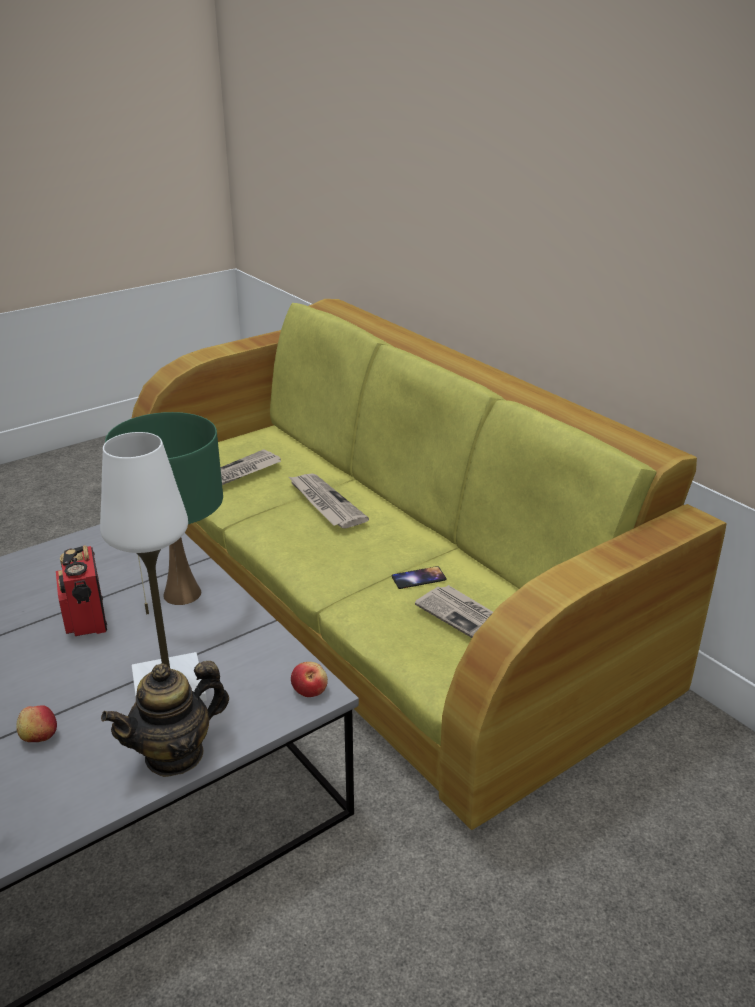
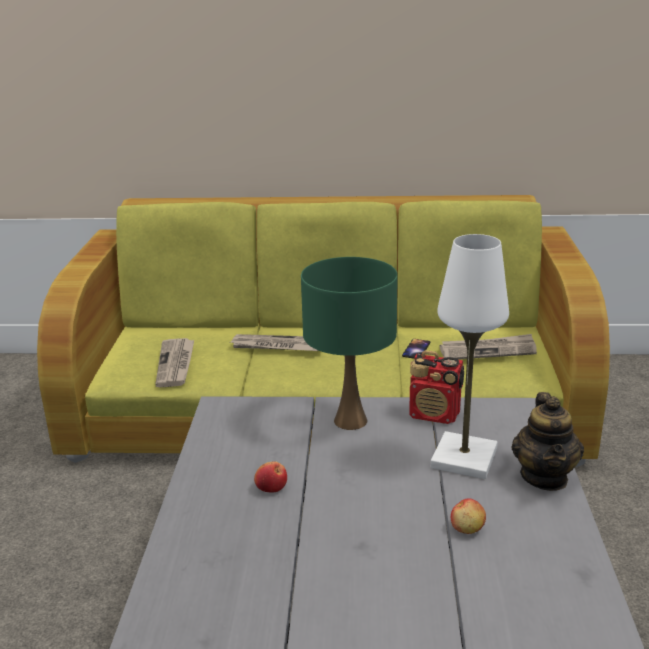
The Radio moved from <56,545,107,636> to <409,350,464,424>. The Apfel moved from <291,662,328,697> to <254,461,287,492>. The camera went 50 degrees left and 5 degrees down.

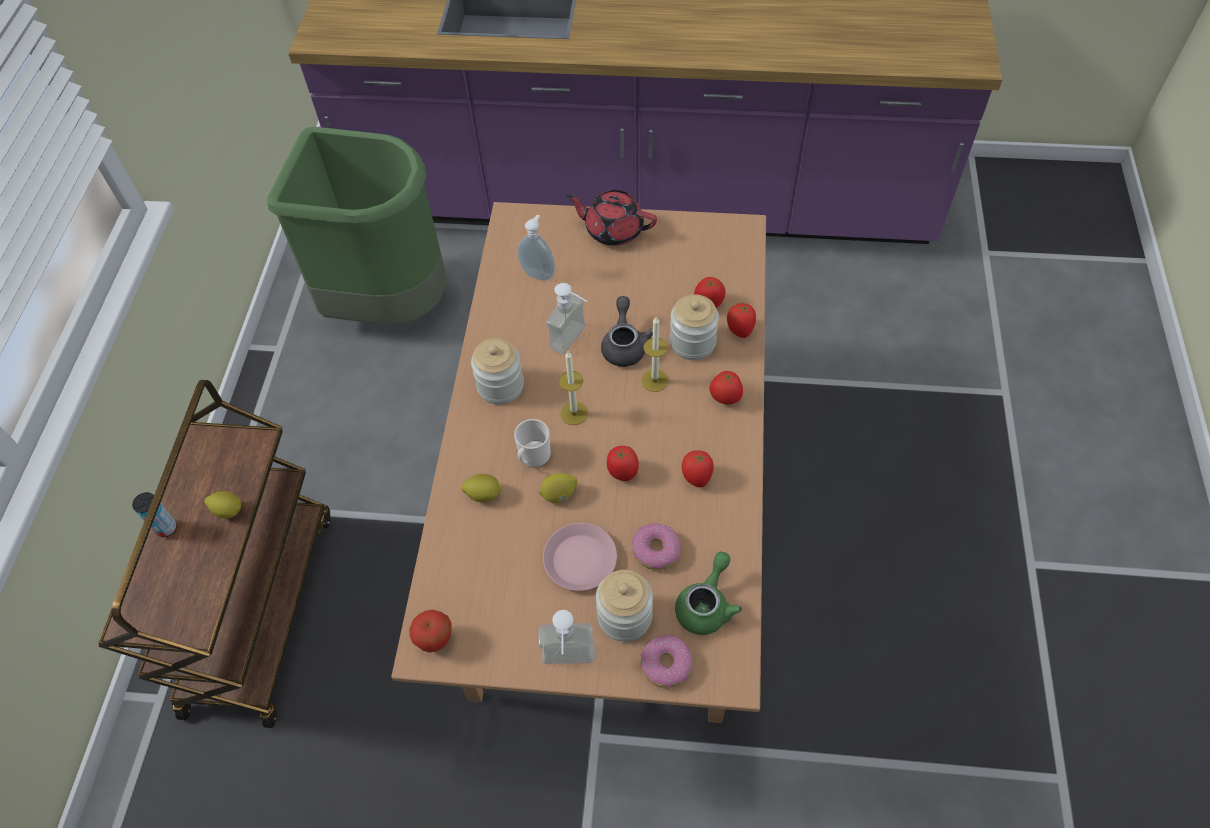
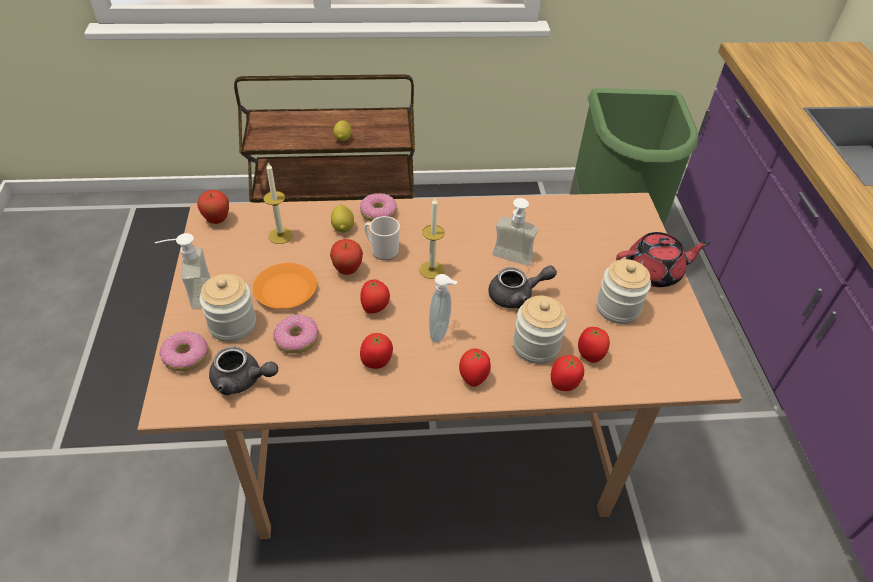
The Dose at <132,492,177,537> disappeared. The Vorratsglas moved from <471,338,524,405> to <596,259,651,324>. The Seifenspender moved from <518,215,555,281> to <429,274,458,343>. The Zitrone at <539,473,578,503> was replaced by the Apfel at <330,239,363,275>. The Teller [rosa] at <543,523,617,591> became the Teller [orange] at <253,263,317,309>. The Teekanne [rot] at <566,190,657,246> turned 75 degrees clockwise. The Kerze moved from <641,317,669,392> to <263,163,293,244>. The Teekanne [grün] at <675,552,742,635> became the Teekanne [grau] at <209,346,278,395>. The Donut at <360,193,397,221> appeared. The camera went 75 degrees right and 10 degrees down.

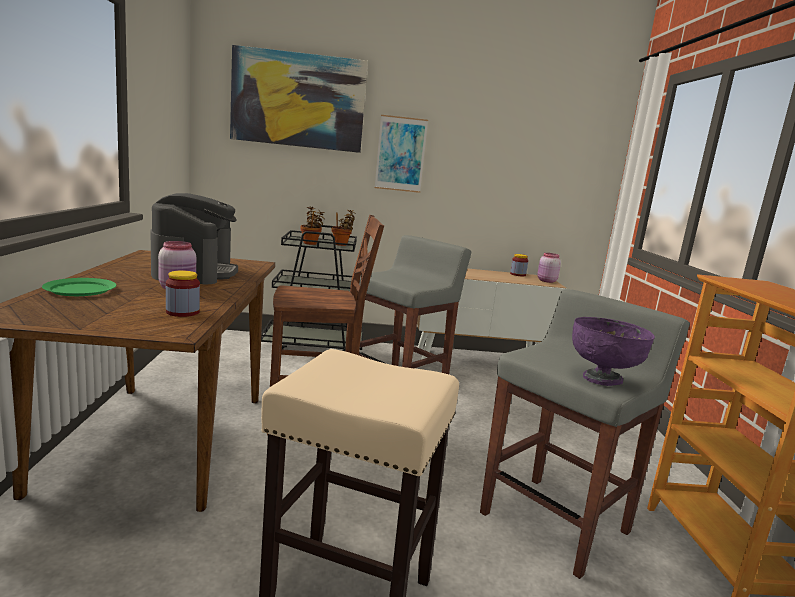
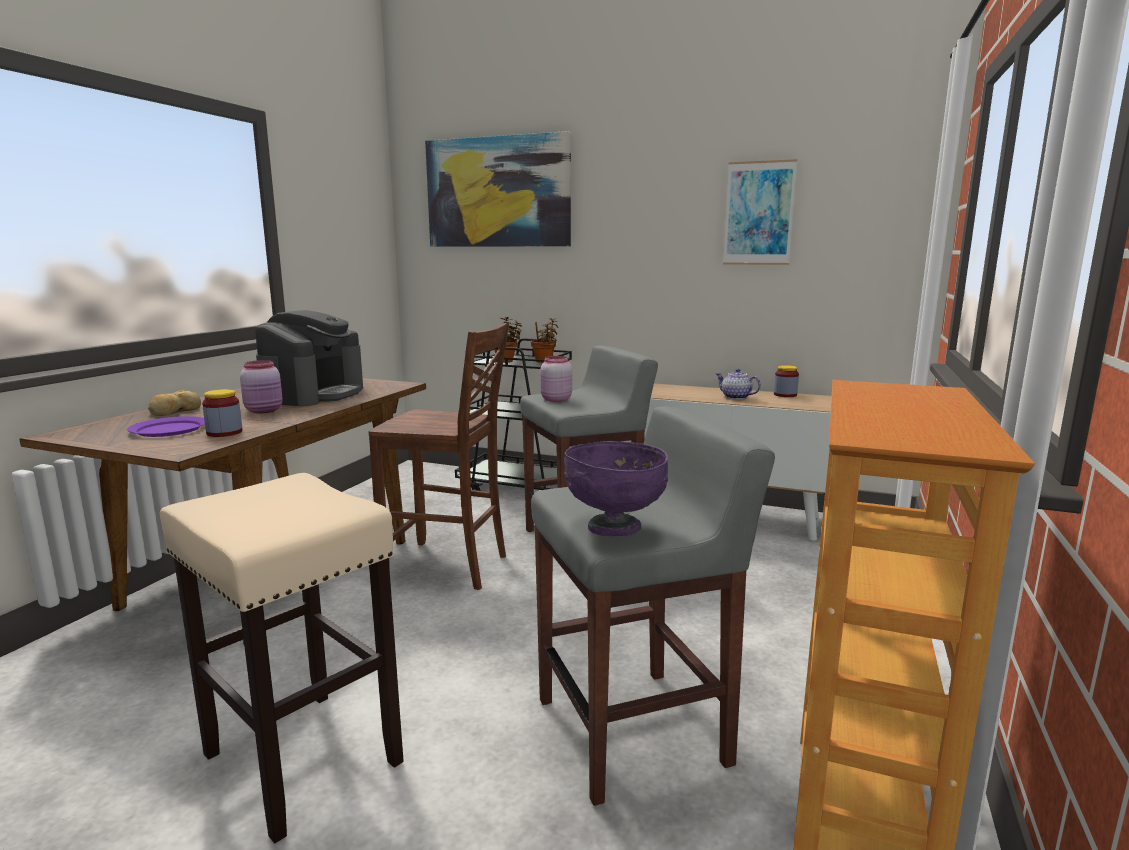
The Teller [grün] at <42,278,117,296> was replaced by the Brot at <148,390,201,416>. The Bild moved from <375,115,428,193> to <723,159,797,265>. The Vorratsglas [rosa] moved from <537,253,561,283> to <540,356,572,402>. The Teller [lila] at <127,416,205,437> appeared. The Teekanne at <716,369,761,399> appeared. The camera went 25 degrees right and 0 degrees up.

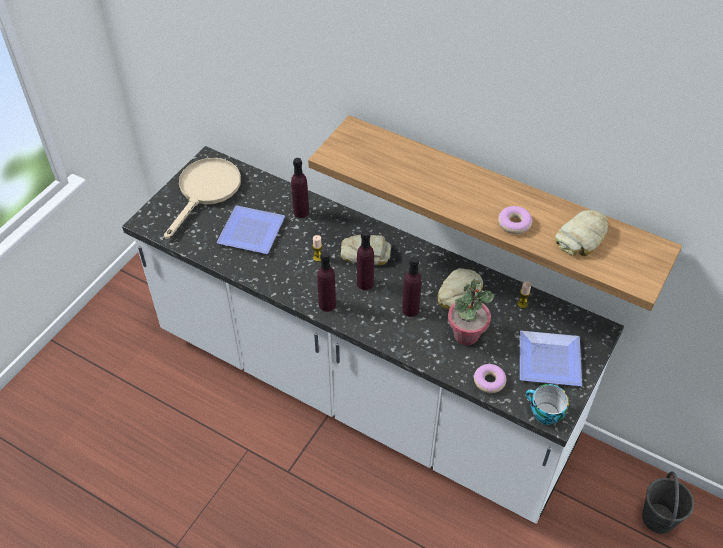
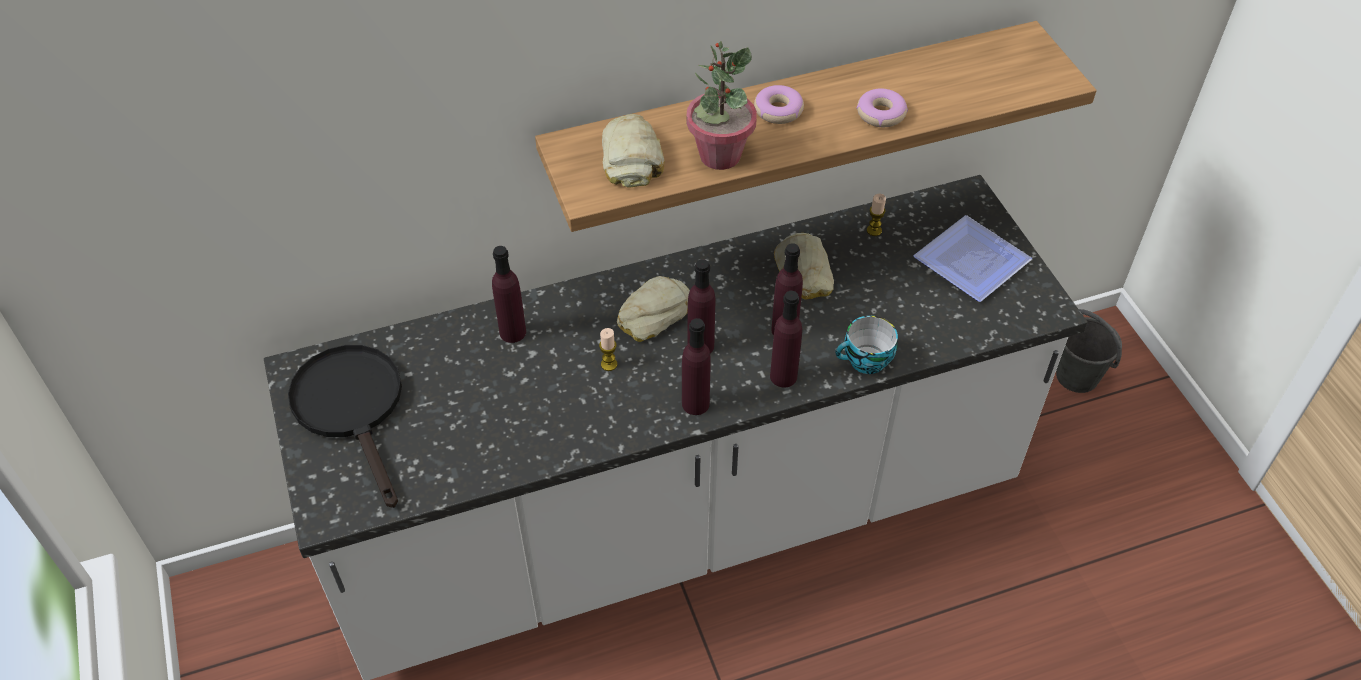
The Pfanne [beige] at <164,158,241,239> became the Pfanne [schwarz] at <288,345,402,508>. The Teller at <217,205,285,254> disappeared. The Topfpflanze moved from <448,279,495,345> to <686,41,757,170>. The Donut moved from <473,364,506,393> to <754,85,804,124>. The Tasse moved from <526,384,569,425> to <835,316,898,374>. The Brot moved from <555,210,608,256> to <602,114,664,188>. The Flasche [lila] at <770,291,802,388> appeared. The camera went 50 degrees left and 0 degrees up.

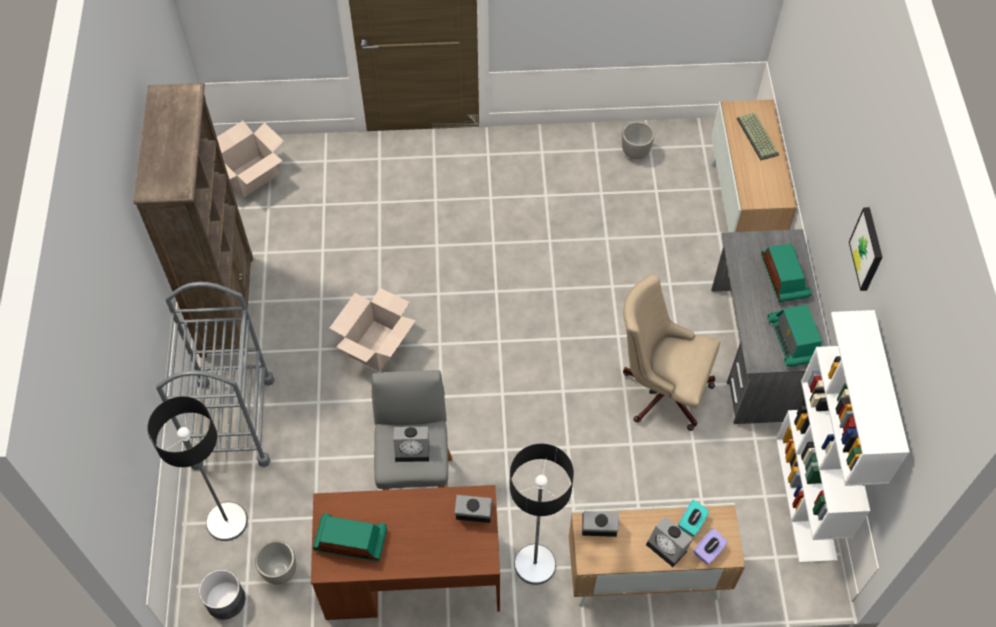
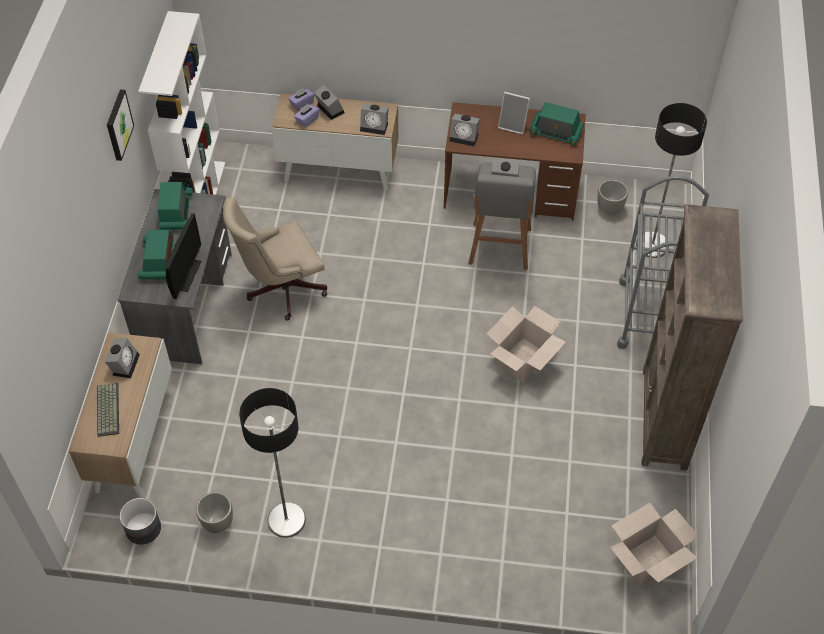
The Pflanzkübel [grau] moved from <199,569,245,619> to <120,498,161,545>. The Stehlampe moved from <510,444,574,585> to <239,388,306,538>. The Bürostuhl [beige] at <623,275,720,431> turned 120 degrees clockwise. The Taschentuchbox [türkis] at <678,500,709,536> became the Taschentuchbox [lila] at <294,104,320,127>. The Wecker at <105,338,140,378> appeared. The Monitor at <166,213,202,299> appeared. The Bilderrahmen at <498,92,530,135> appeared. The camera went 170 degrees left and 5 degrees down.

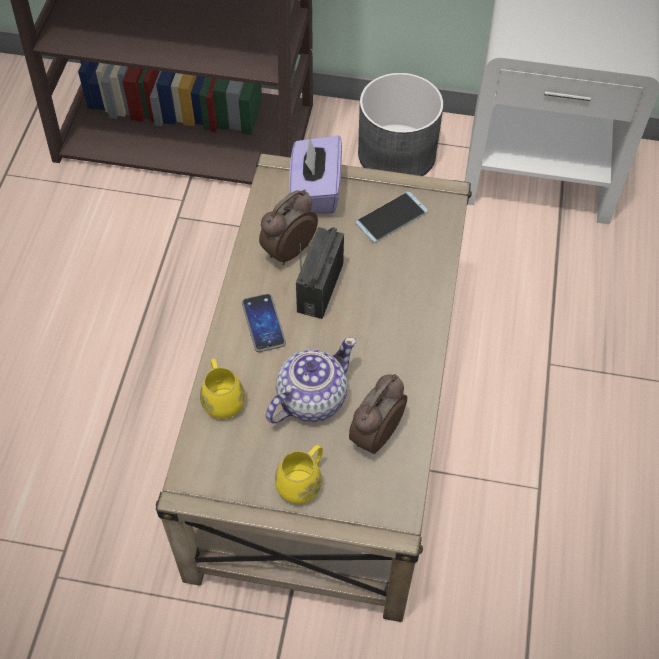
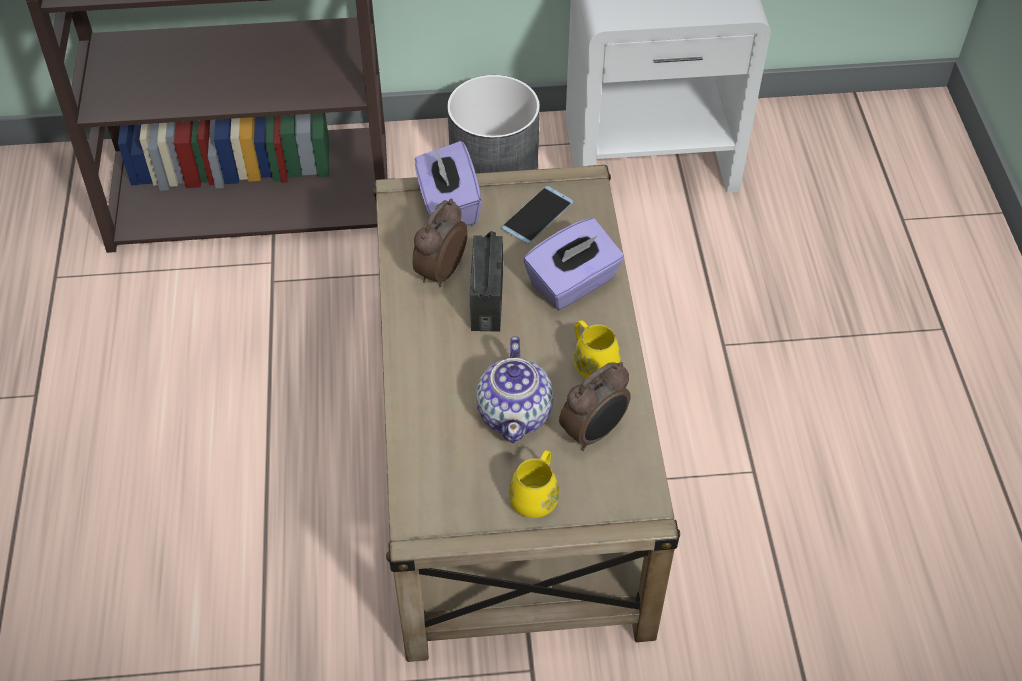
The Henkelbecher [gelb] moved from <200,359,245,419> to <573,320,621,378>. The Handy at <242,294,286,352> disappeared. The Teekanne at <266,337,356,423> turned 150 degrees clockwise. The Wecker at <349,374,407,454> turned 150 degrees counterclockwise. The Taschentuchbox [lila] at <523,218,624,310> appeared. The camera went 15 degrees left and 5 degrees down.

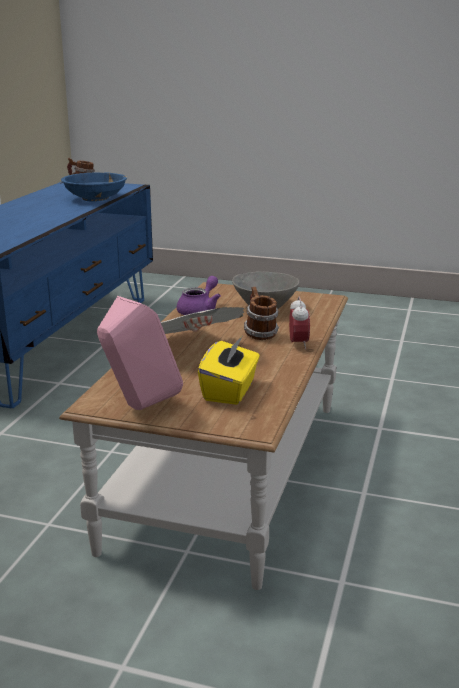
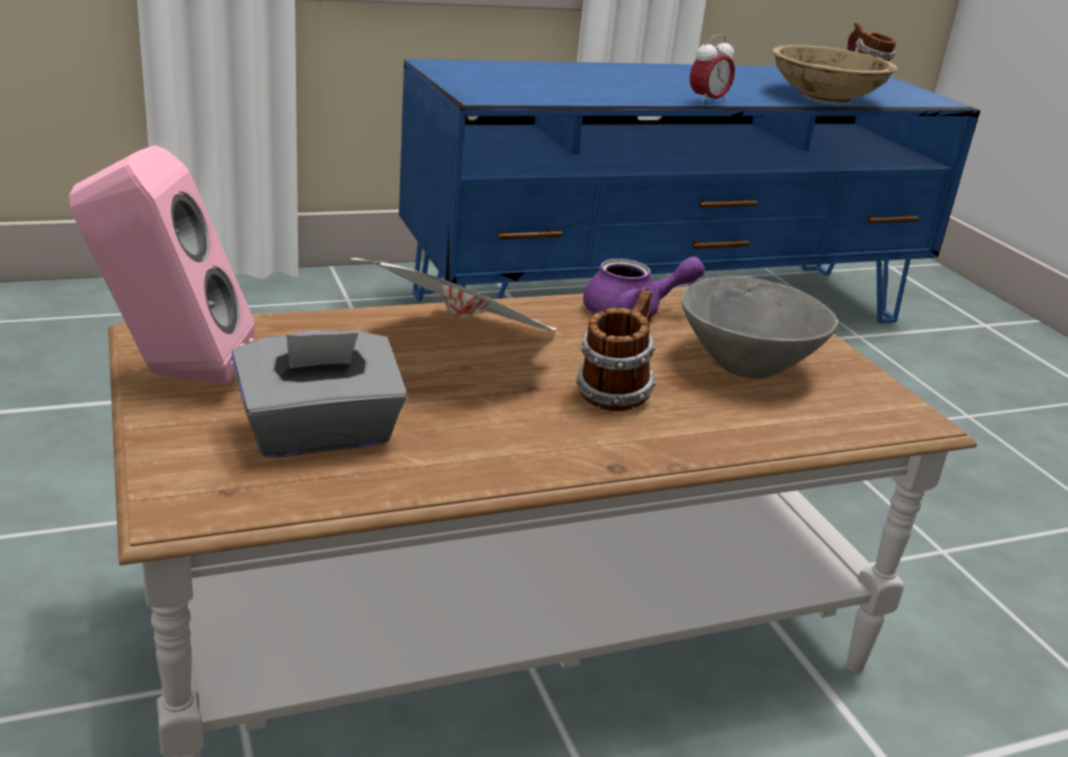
The Schüssel [blau] at <61,172,127,202> became the Schüssel [beige] at <772,45,897,103>. The Taschentuchbox [gelb] at <198,335,260,405> became the Taschentuchbox [grau] at <232,331,407,457>. The Wecker moved from <289,296,310,349> to <690,35,735,105>. The camera went 50 degrees right and 5 degrees up.

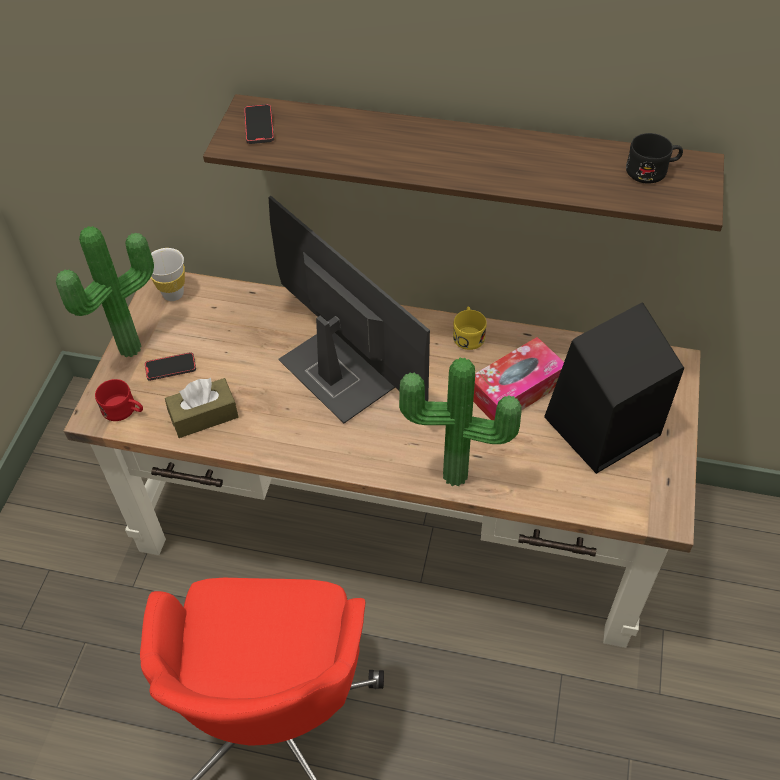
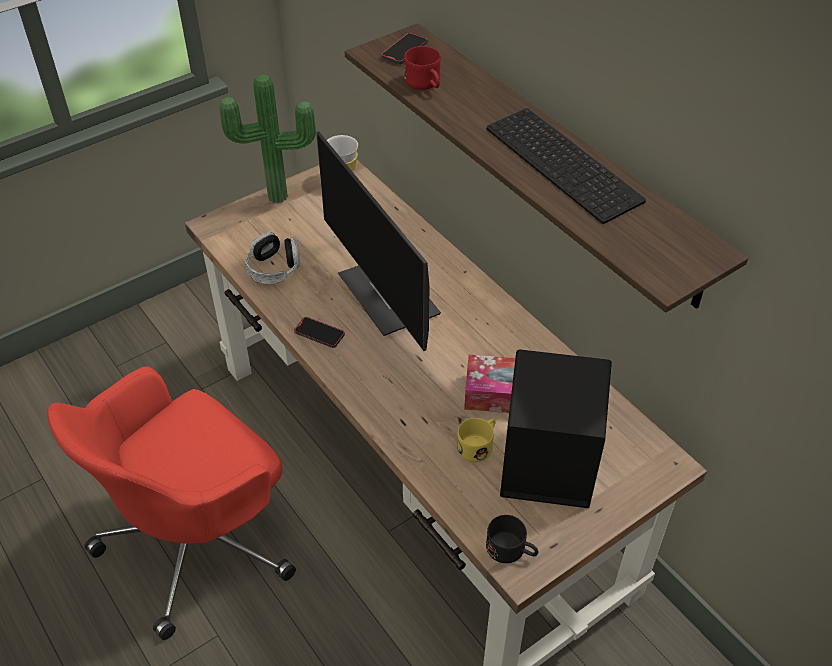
The Henkelbecher [rot] moved from <95,379,143,421> to <404,46,441,90>. The Handy moved from <145,352,196,381> to <294,317,345,348>. The Taschentuchbox [braun] at <165,378,238,438> was replaced by the Kopfhörer at <245,232,300,284>. The Monitor at <268,196,430,423> turned 150 degrees clockwise. The Topfpflanze at <399,358,522,486> disappeared. The Henkelbecher [gelb] moved from <453,307,487,350> to <457,418,496,462>. The Henkelbecher [schwarz] moved from <626,133,683,184> to <486,515,539,563>. The Tastatur at <486,108,646,224> appeared. The camera went 40 degrees right and 5 degrees down.

